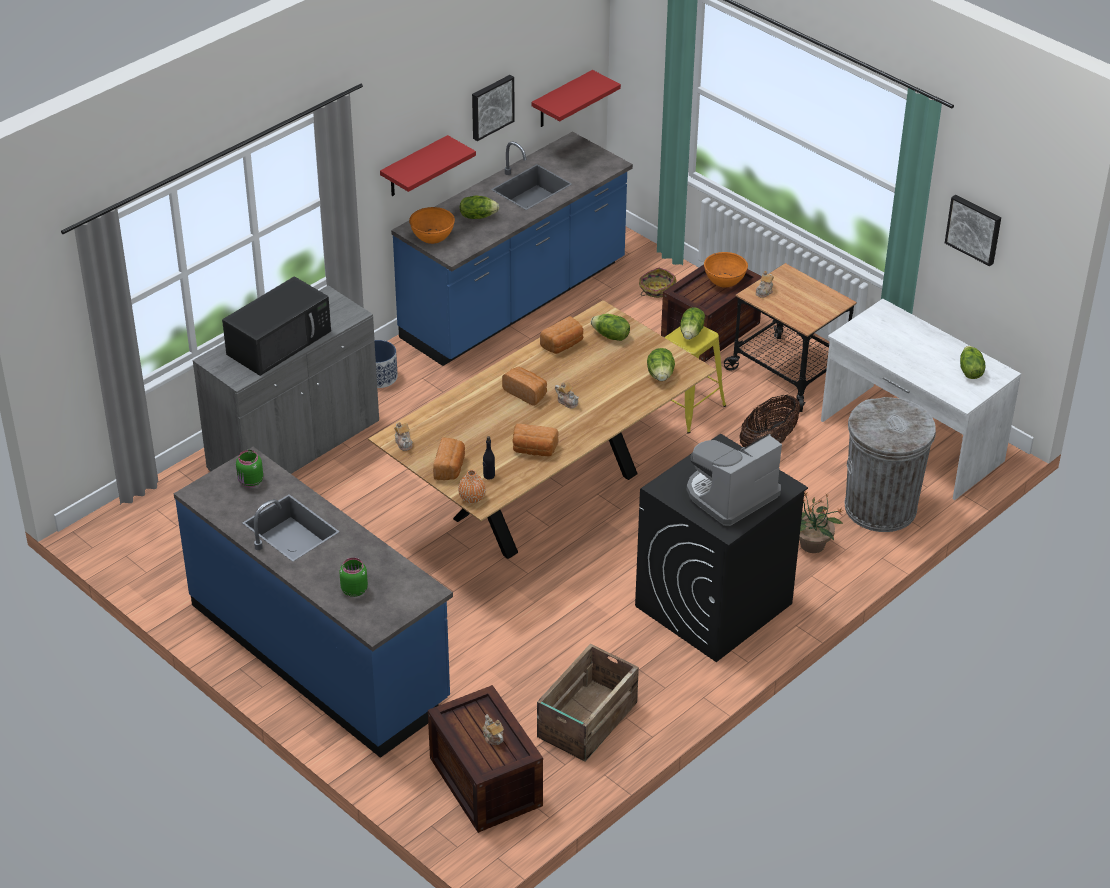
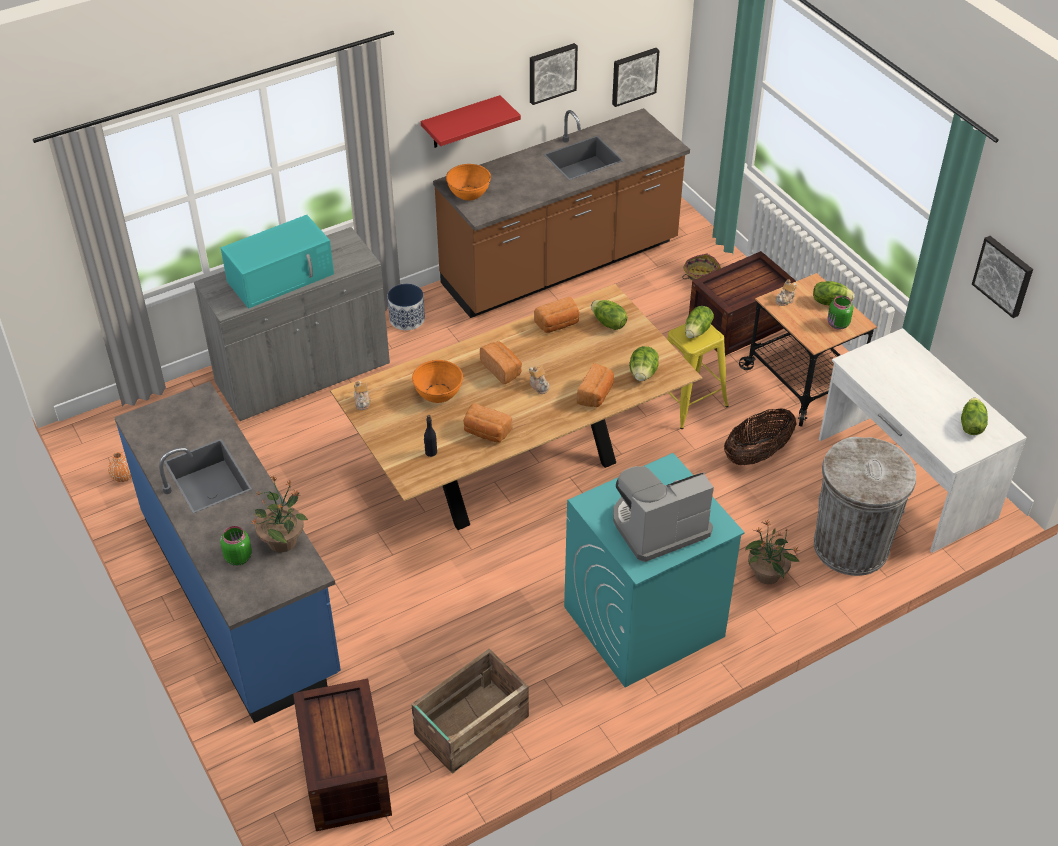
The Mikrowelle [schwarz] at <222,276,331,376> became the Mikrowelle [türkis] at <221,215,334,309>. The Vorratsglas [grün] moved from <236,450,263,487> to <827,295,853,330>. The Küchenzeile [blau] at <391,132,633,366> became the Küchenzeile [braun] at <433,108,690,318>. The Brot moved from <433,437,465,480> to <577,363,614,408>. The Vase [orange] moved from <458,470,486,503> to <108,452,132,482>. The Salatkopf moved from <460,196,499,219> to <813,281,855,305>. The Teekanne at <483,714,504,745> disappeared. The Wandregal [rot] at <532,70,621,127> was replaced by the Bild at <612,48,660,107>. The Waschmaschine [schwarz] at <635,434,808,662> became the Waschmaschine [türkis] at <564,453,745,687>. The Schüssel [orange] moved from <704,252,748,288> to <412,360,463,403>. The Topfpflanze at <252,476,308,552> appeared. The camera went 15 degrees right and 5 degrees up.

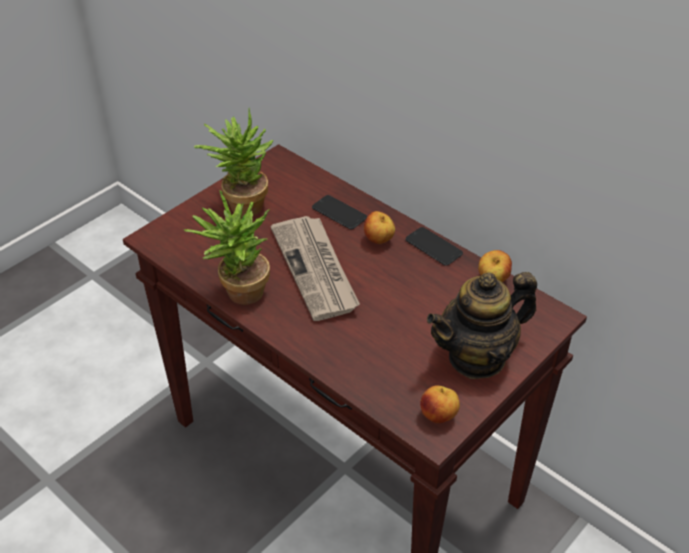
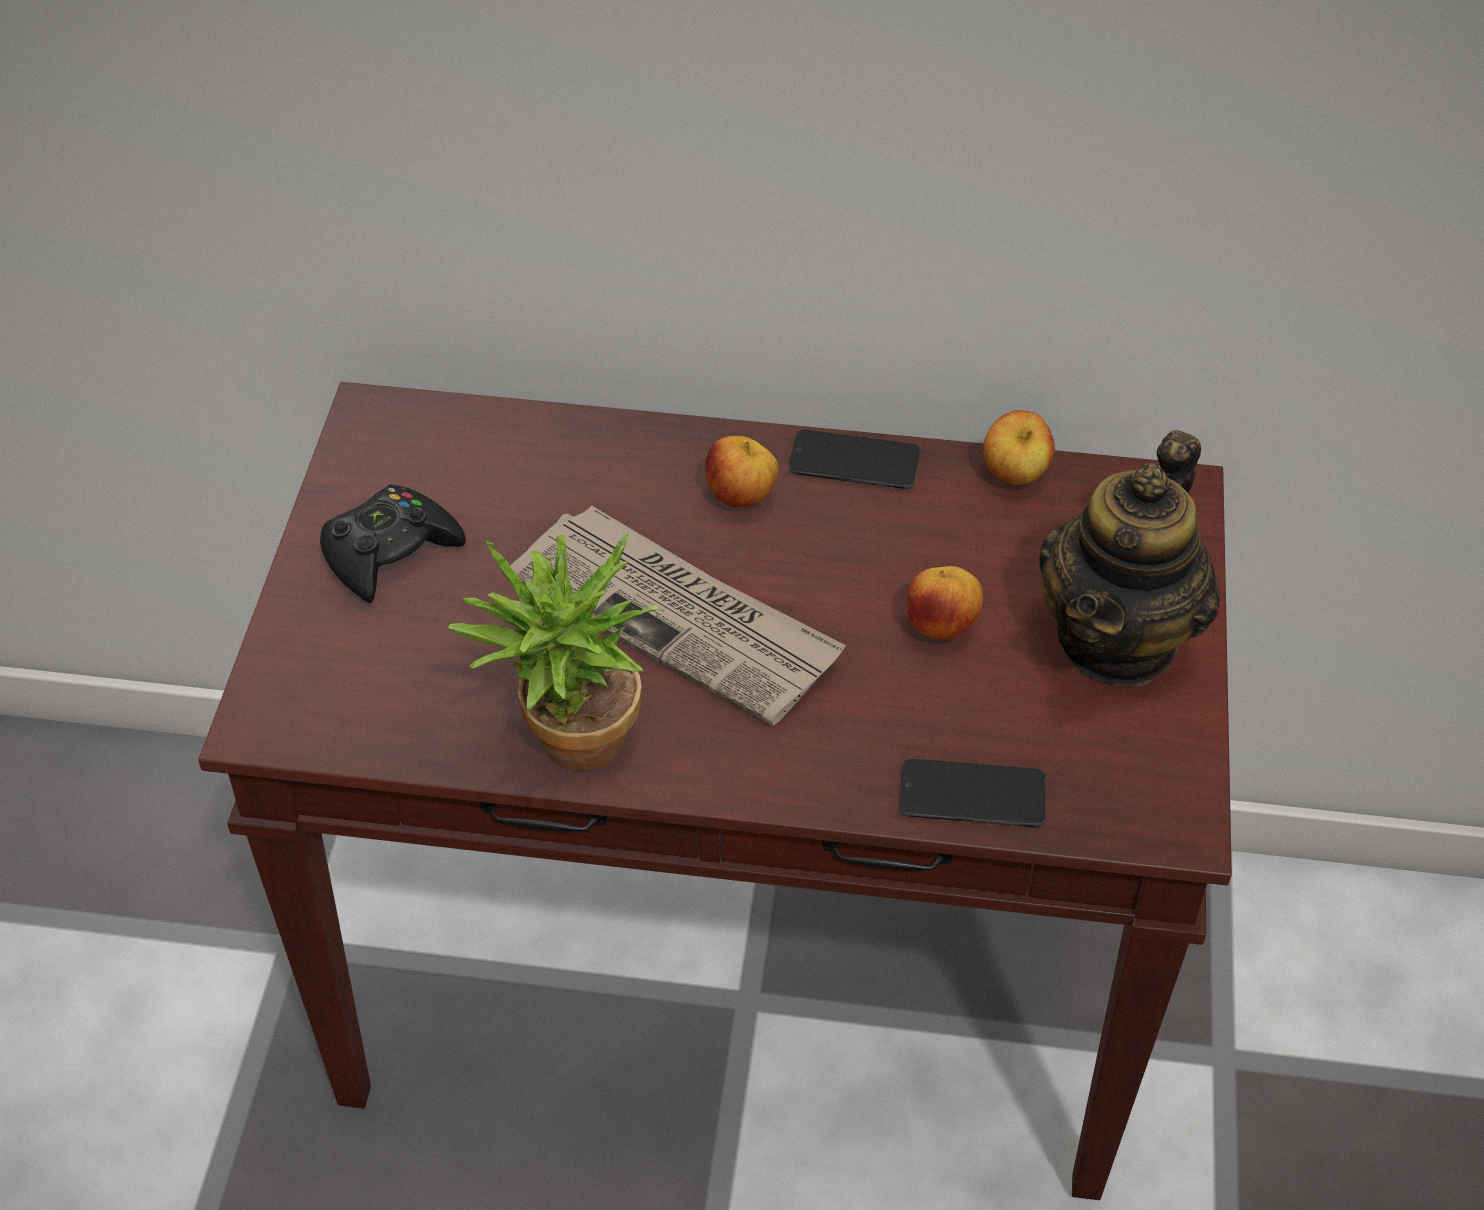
The Topfpflanze at <194,108,273,217> was replaced by the Gamepad [schwarz] at <320,485,466,603>. The Handy moved from <312,195,367,229> to <899,759,1046,827>. The Apfel moved from <420,385,460,423> to <907,566,983,640>. The camera went 35 degrees left and 5 degrees up.

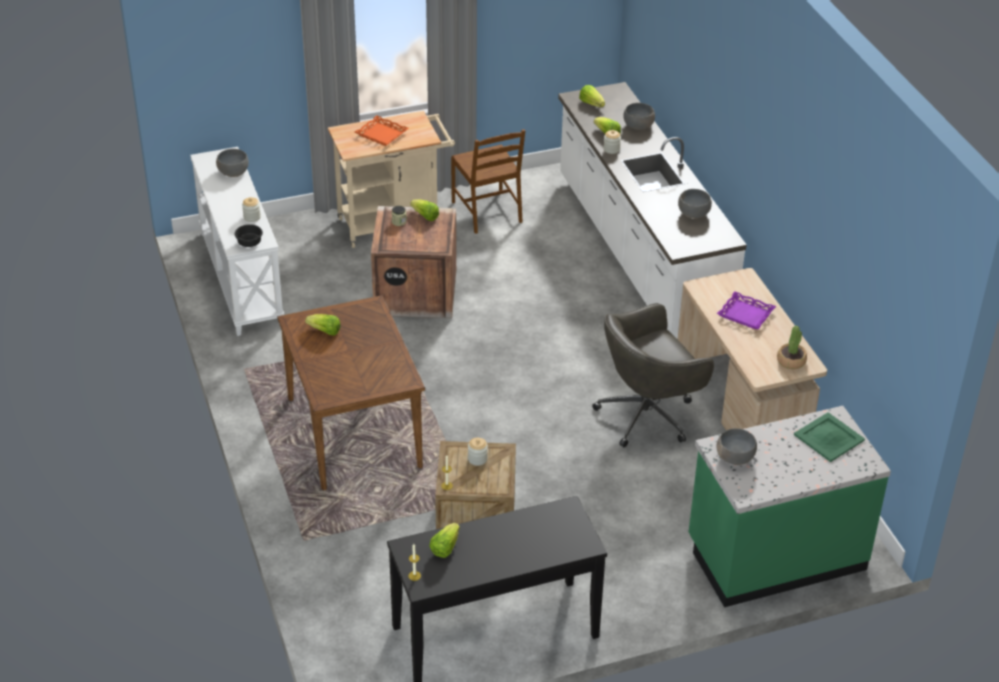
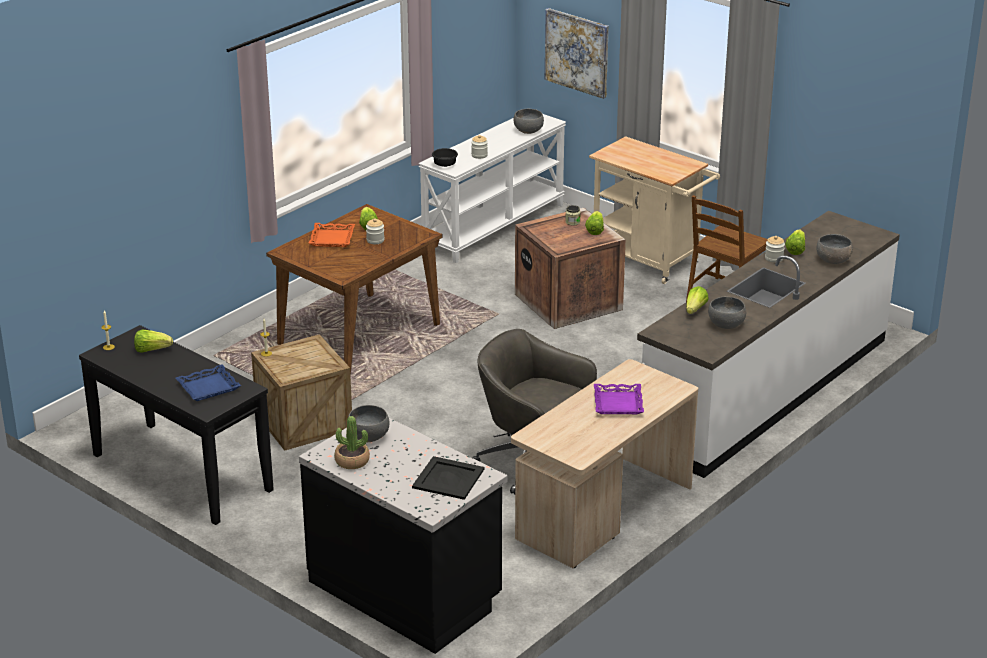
The Tablett [orange] moved from <355,115,409,146> to <309,223,355,247>. The Vorratsglas moved from <468,438,488,466> to <366,218,384,244>. The Salatkopf moved from <579,85,605,107> to <686,286,709,314>. The Küchenzeile [grün] at <689,406,891,607> became the Küchenzeile [schwarz] at <299,418,508,654>. The Topfpflanze moved from <777,326,807,369> to <334,416,370,469>. The Tablett [grün] at <794,412,865,462> became the Tablett [schwarz] at <412,456,484,500>. The Tablett [blau] at <176,364,241,401> appeared. The Bild at <545,8,609,99> appeared. The camera went 60 degrees right and 10 degrees down.

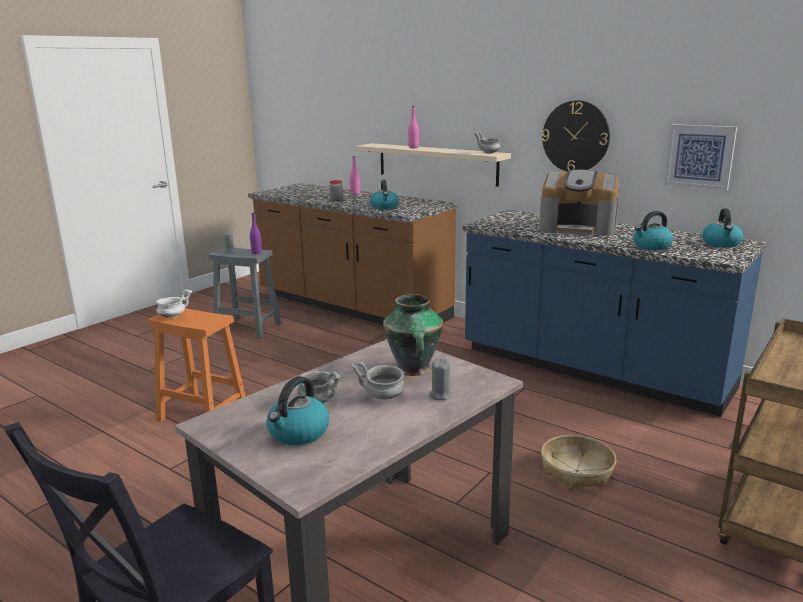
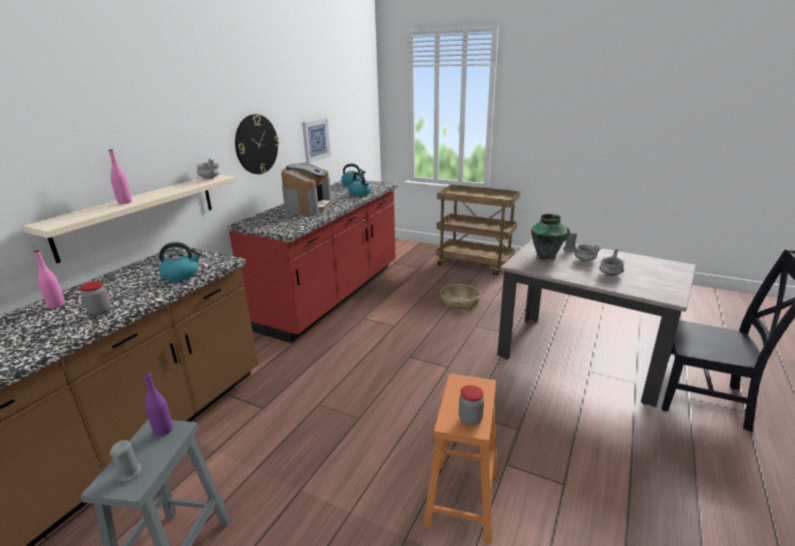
The Schüssel [weiß] at <156,289,192,318> was replaced by the Vorratsglas at <459,385,484,426>. The Wasserkessel at <266,376,329,445> disappeared. The Küchenzeile [blau] at <463,210,766,417> became the Küchenzeile [rot] at <227,180,398,343>. The camera went 100 degrees left and 5 degrees up.

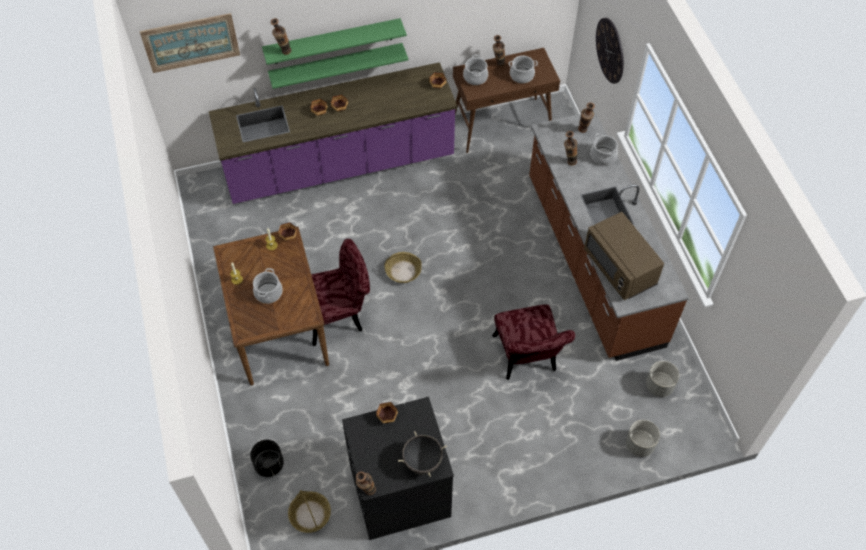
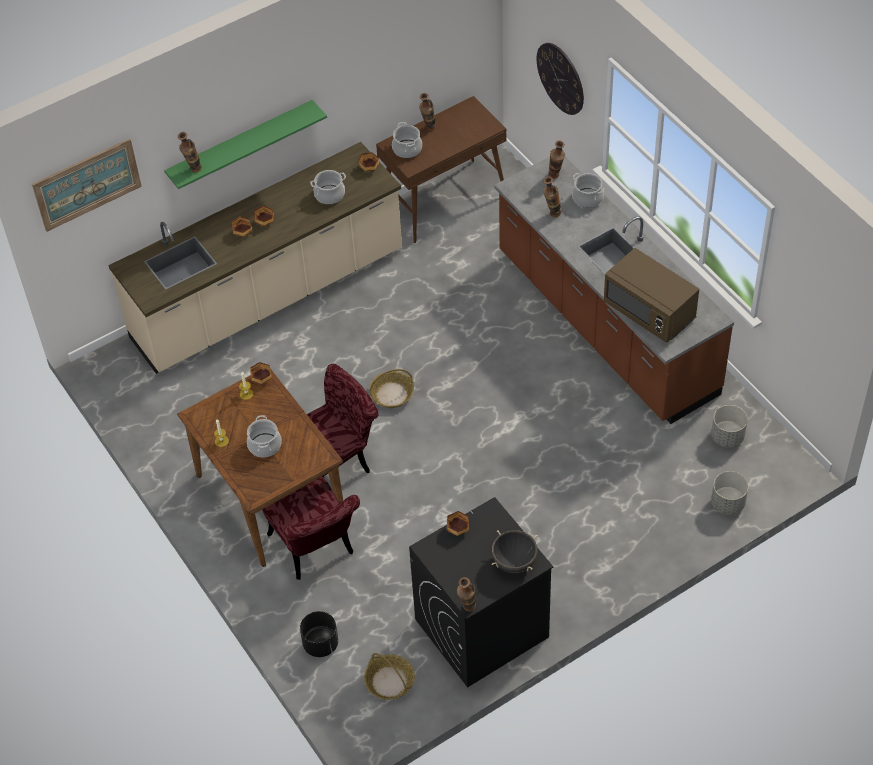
The Küchenzeile [lila] at <209,62,457,204> became the Küchenzeile [beige] at <108,142,402,374>. The Wandregal [grün] at <268,43,408,89> disappeared. The Stuhl [rot] moved from <492,304,575,380> to <262,477,360,580>. The Kochtopf moved from <509,55,538,83> to <310,170,346,204>. The camera went 15 degrees left and 5 degrees down.

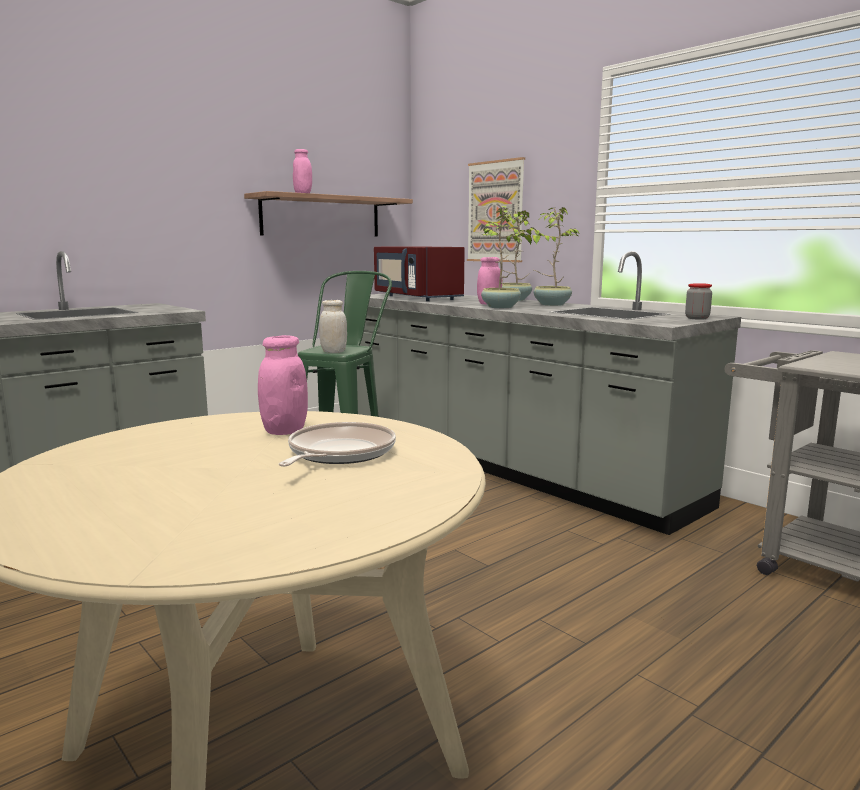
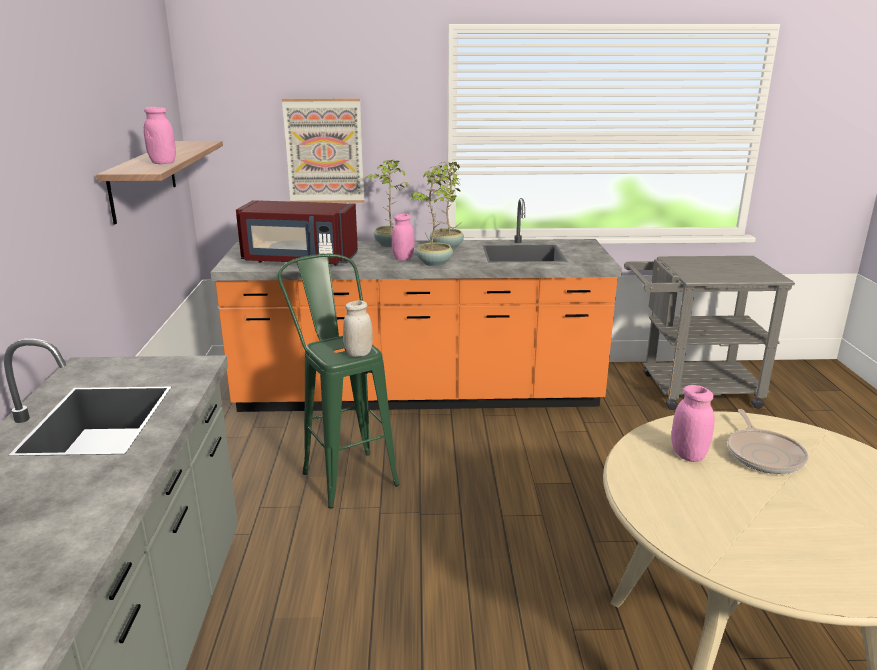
The Pfanne at <279,422,396,467> turned 150 degrees counterclockwise. The Küchenzeile [grau] at <357,251,741,535> became the Küchenzeile [orange] at <211,198,622,412>. The Vorratsglas at <685,283,712,320> disappeared. The camera went 50 degrees left and 10 degrees up.

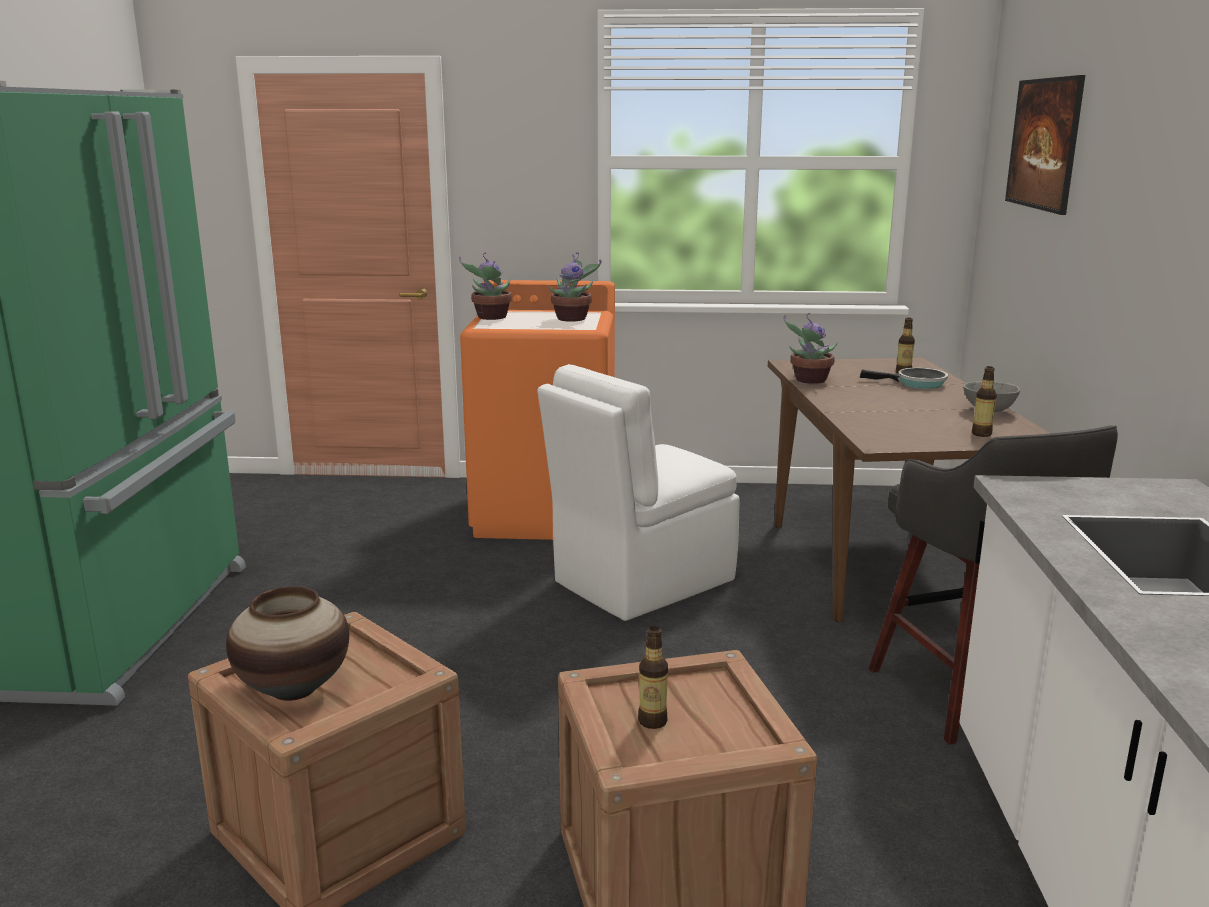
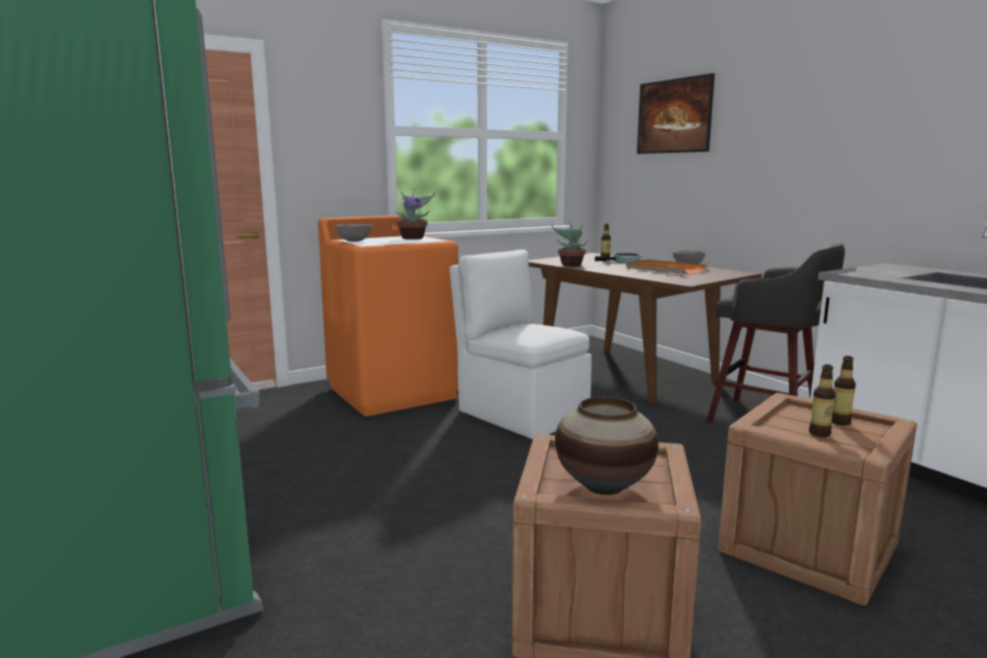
The Topfpflanze at <459,252,512,320> was replaced by the Schüssel [grau] at <335,224,372,242>. The Stuhl [weiß] at <537,364,740,621> turned 120 degrees clockwise. The Flasche moved from <972,366,997,437> to <832,356,856,425>. The Tablett [orange] at <626,259,707,275> appeared. The camera went 35 degrees left and 5 degrees down.

